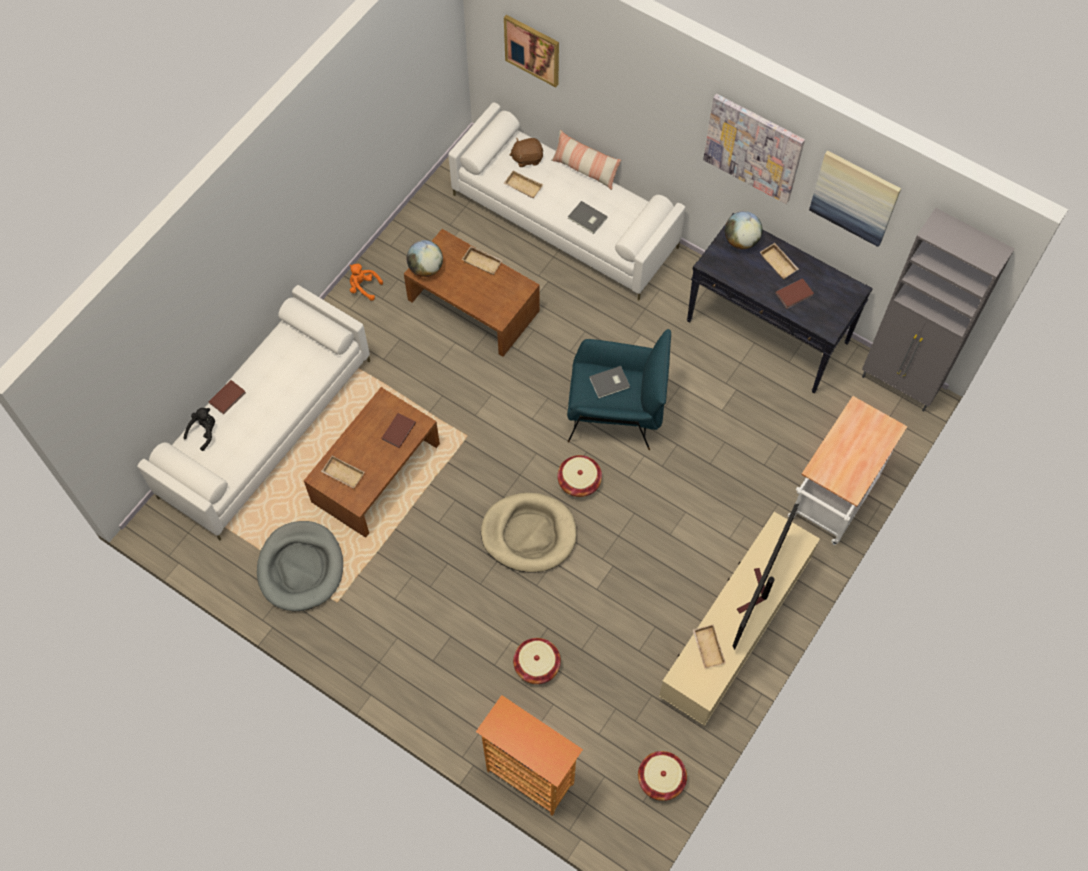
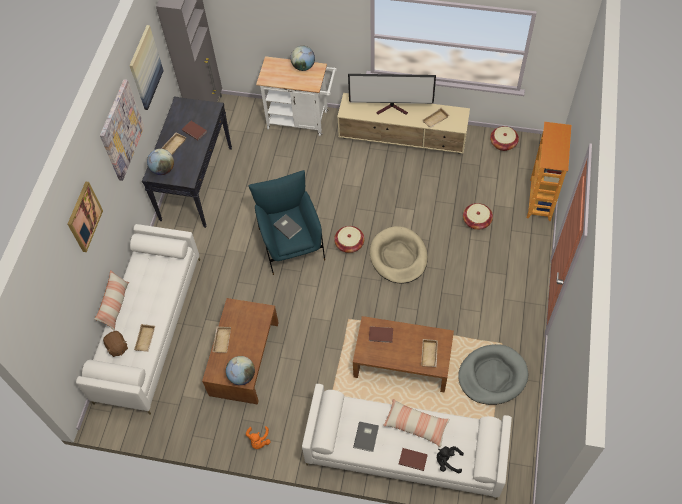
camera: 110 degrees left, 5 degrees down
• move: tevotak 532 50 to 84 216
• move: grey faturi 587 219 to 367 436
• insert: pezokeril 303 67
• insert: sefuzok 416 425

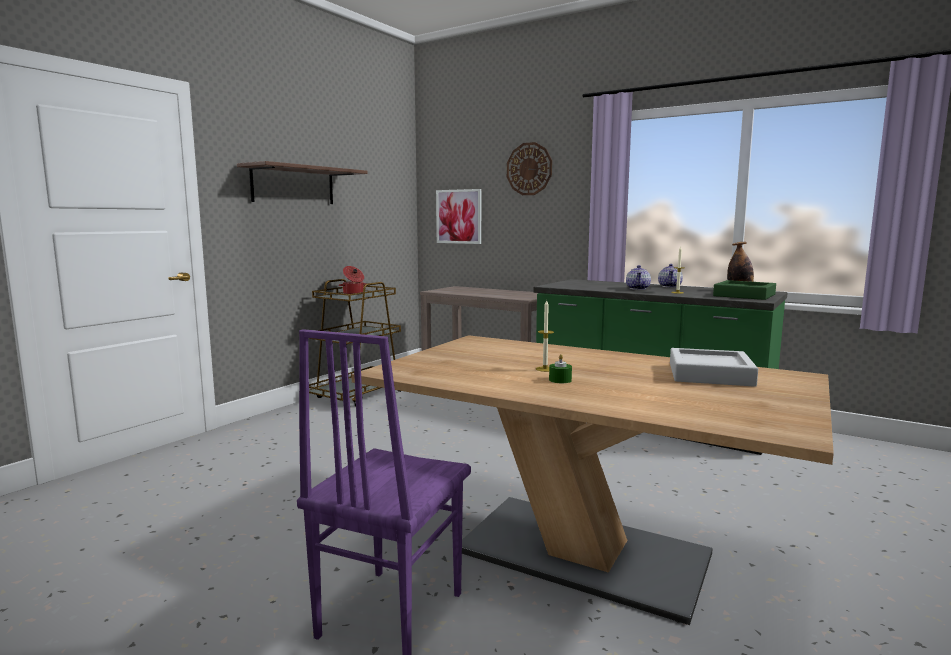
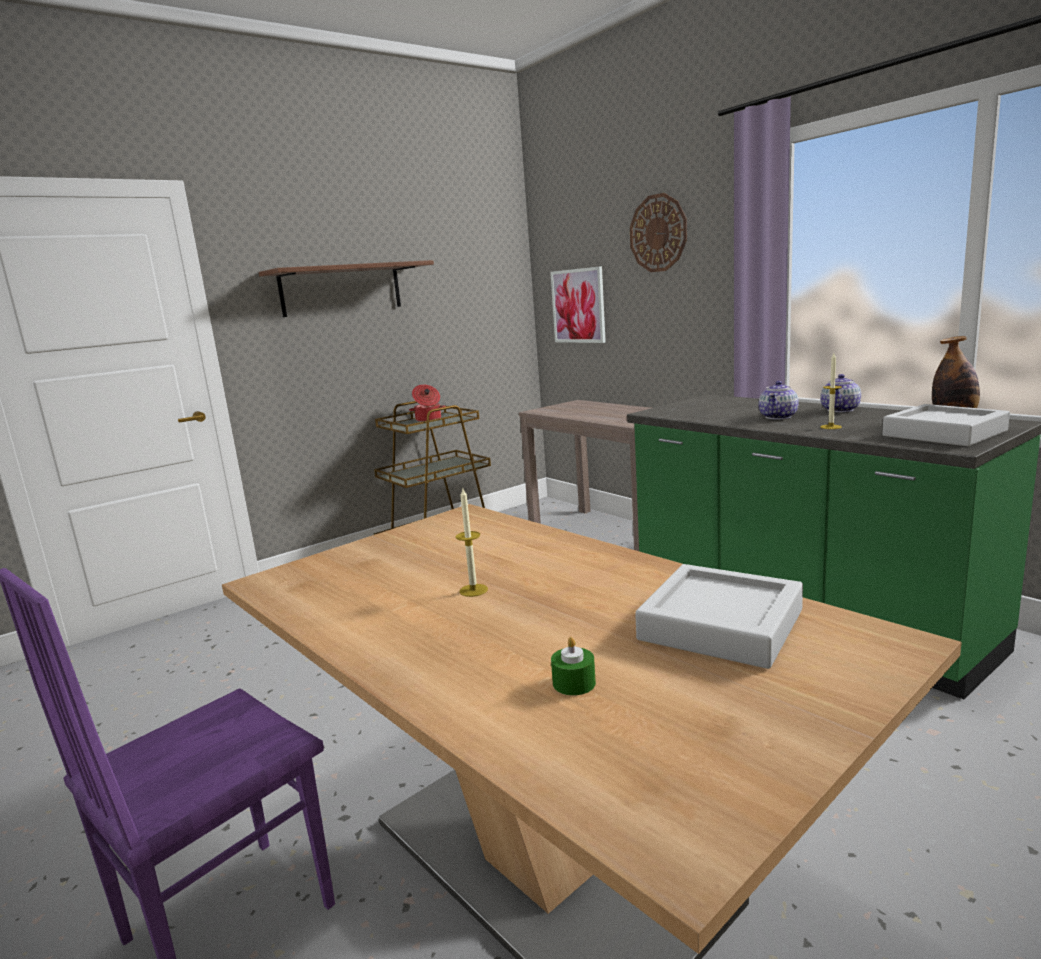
camera: 20 degrees right, 5 degrees up
• move: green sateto 560 380 to 574 683
• recolor: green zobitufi 744 295 to grey zobitufi 944 433

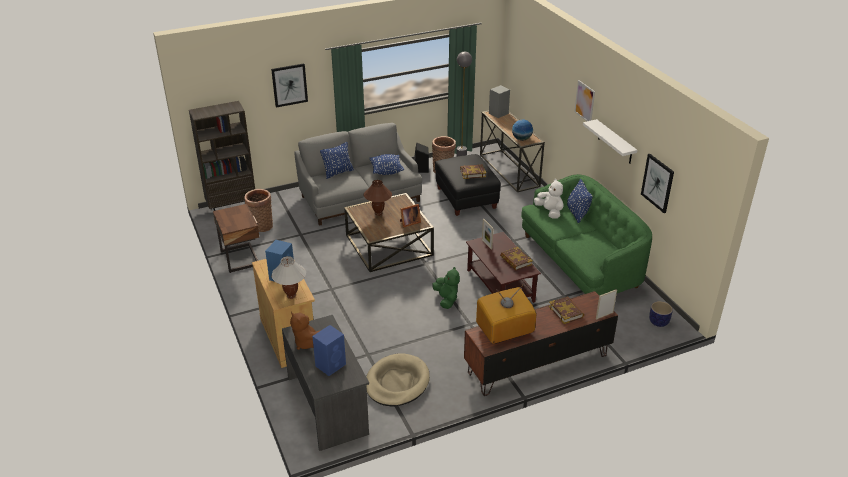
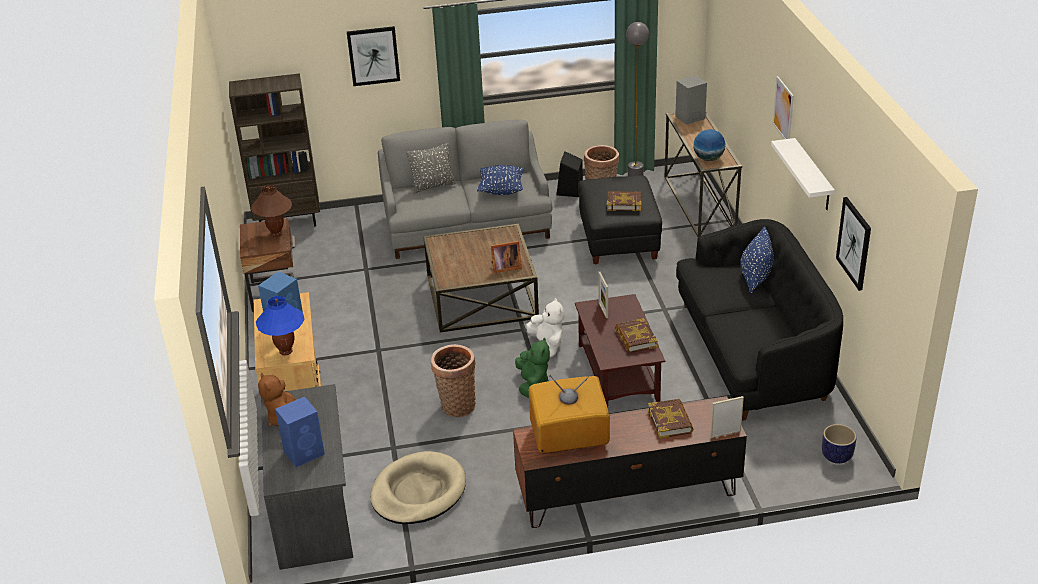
camera: 15 degrees right, 0 degrees up
• move: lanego 261 226 to 456 405
• recolor: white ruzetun 291 296 to blue ruzetun 286 351
• recolor: blue sefuzok 338 172 to grey sefuzok 433 186
• move: brown ruzetun 378 213 to 276 234
• recolor: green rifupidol 581 263 to black rifupidol 753 353
• move: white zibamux 549 212 to 547 345

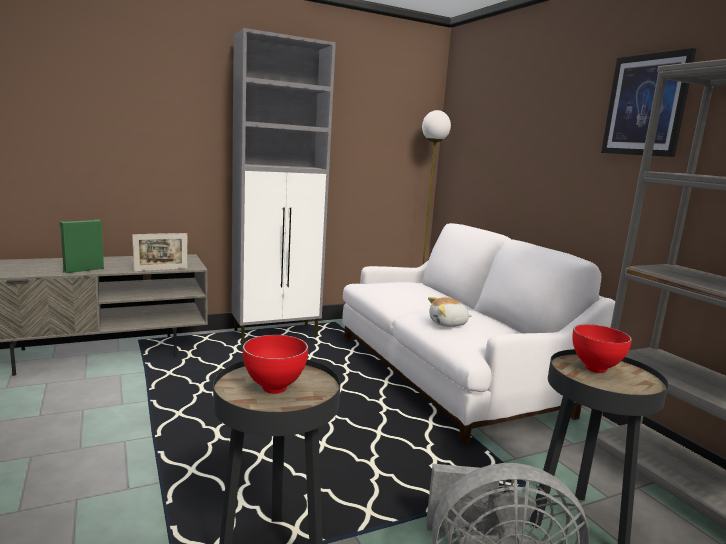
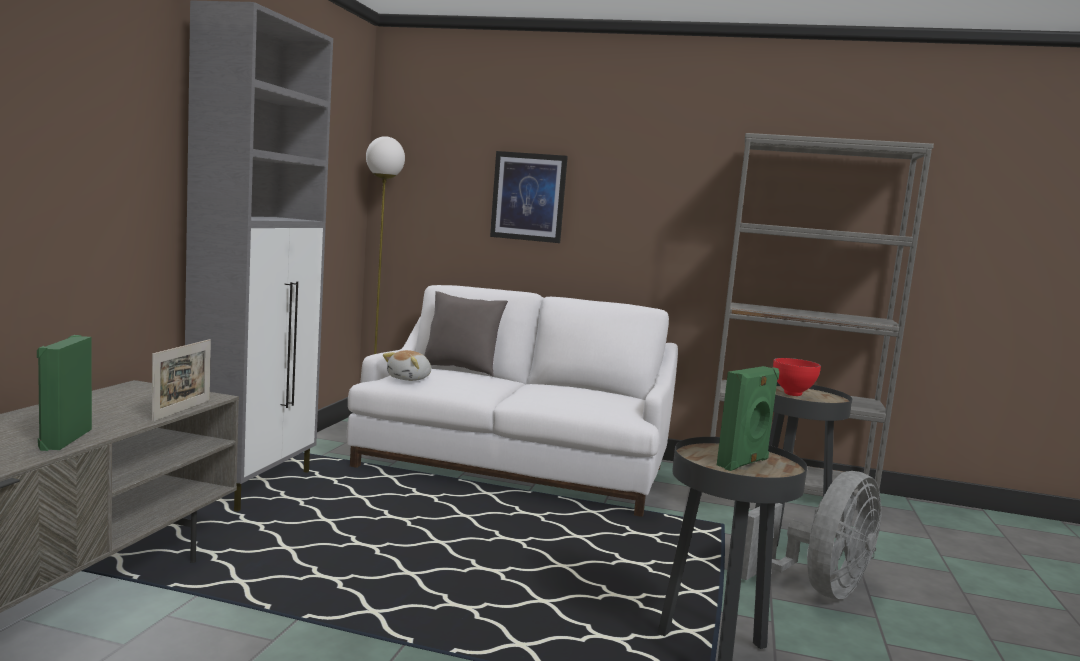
camera: 50 degrees left, 5 degrees down
• replace: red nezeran 276 389 to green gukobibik 744 463
• move: zibamux 448 324 to 410 378
• move: tevotak 646 105 to 528 197
• insert: grey sefuzok 461 369

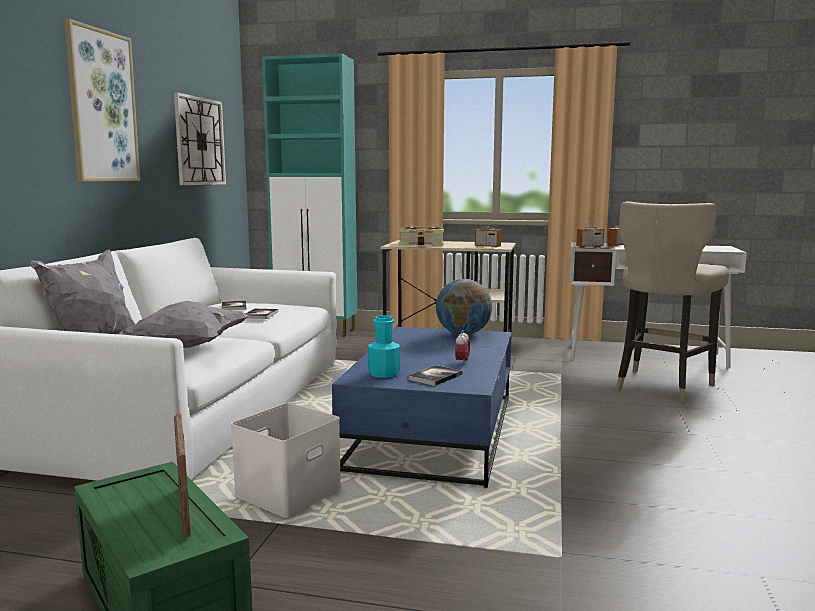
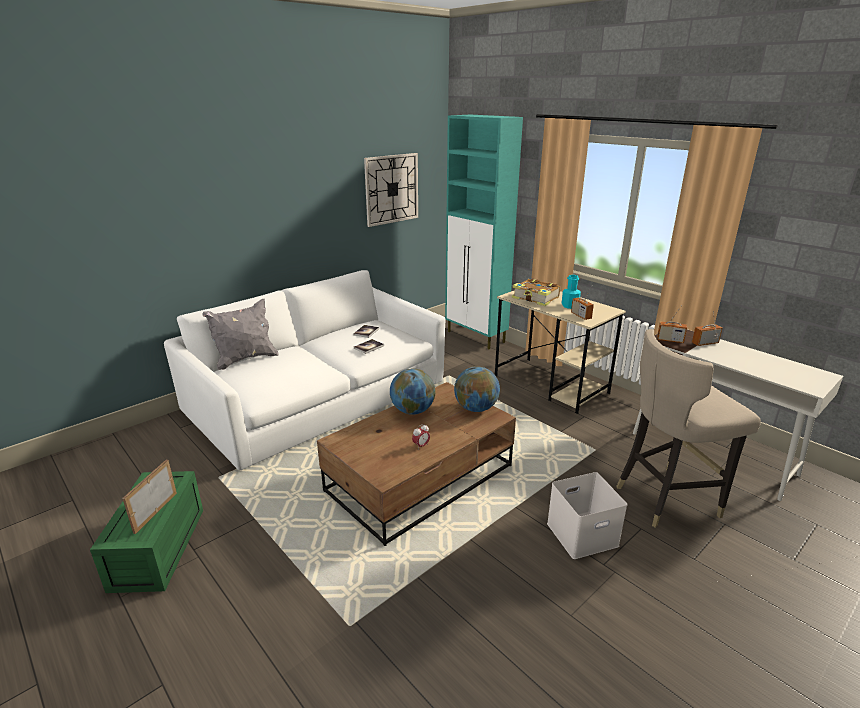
camera: 35 degrees right, 15 degrees up
• delete: tevotak 102 106
• delete: grey sefuzok 187 347
• move: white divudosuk 288 492 to 582 533
• recolor: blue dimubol 433 431 to brown dimubol 420 477
• move: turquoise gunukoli 384 373 to 570 306
• delete: faturi 435 377
• insert: pezokeril 412 411

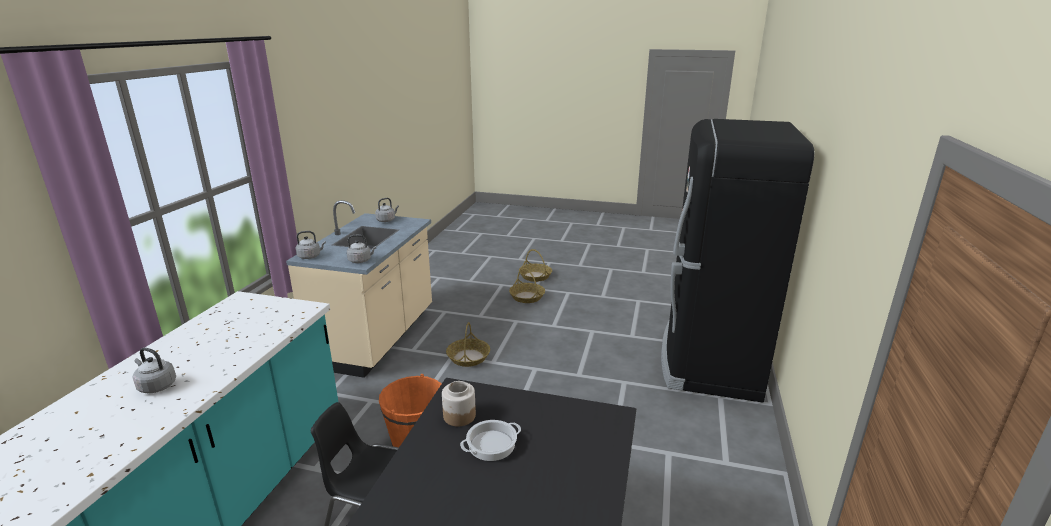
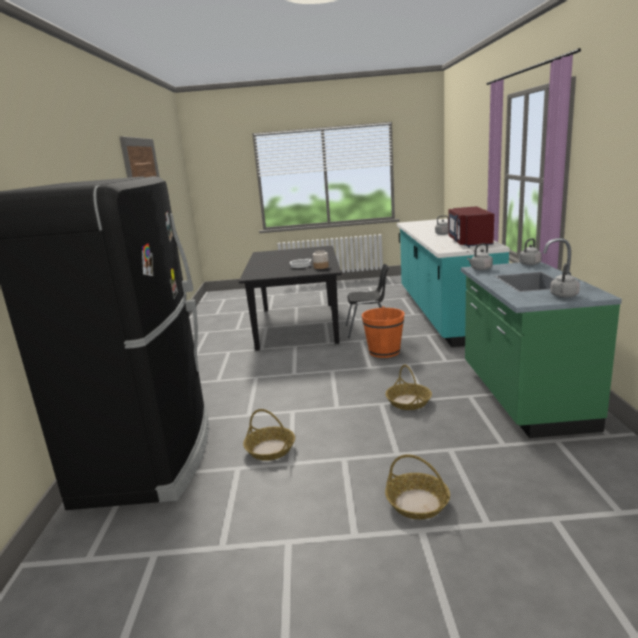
camera: 165 degrees right, 5 degrees down
• recolor: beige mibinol 377 338 to green mibinol 522 397
• move: lanego 535 276 to 270 449
• insert: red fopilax 469 242

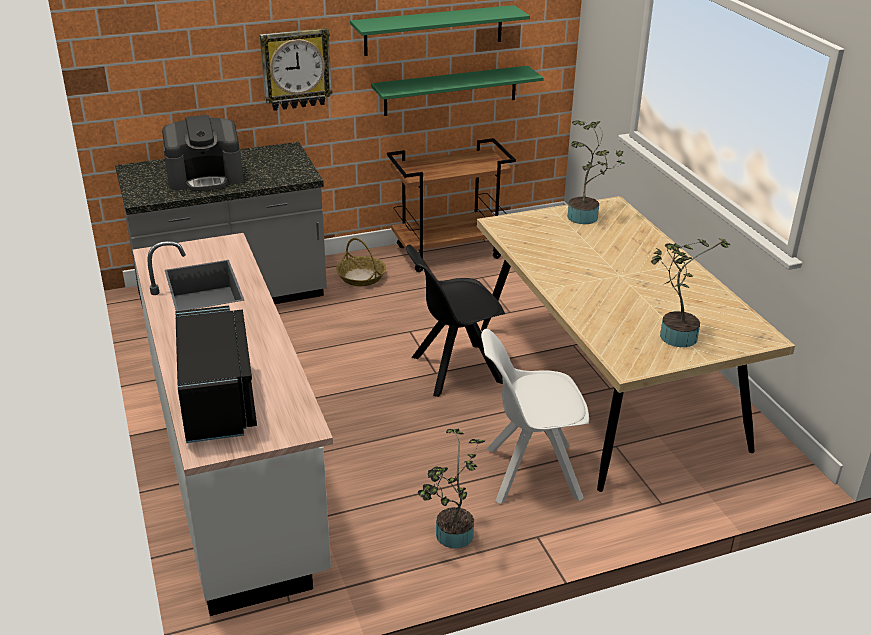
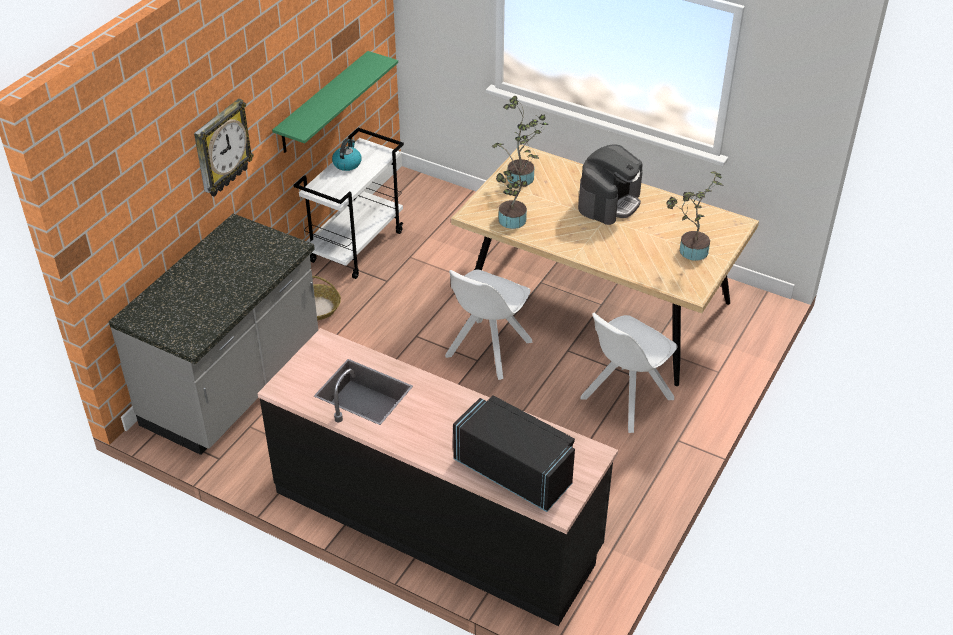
camera: 40 degrees left, 10 degrees up
• recolor: white mibinol 236 467 to black mibinol 437 520
• move: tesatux 205 177 to 609 202
• delete: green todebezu 433 30
• recolor: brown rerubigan 449 252 to white rerubigan 356 246
• recolor: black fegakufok 454 370 to white fegakufok 487 350
• move: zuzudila 451 537 to 512 222
• insert: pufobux 347 163

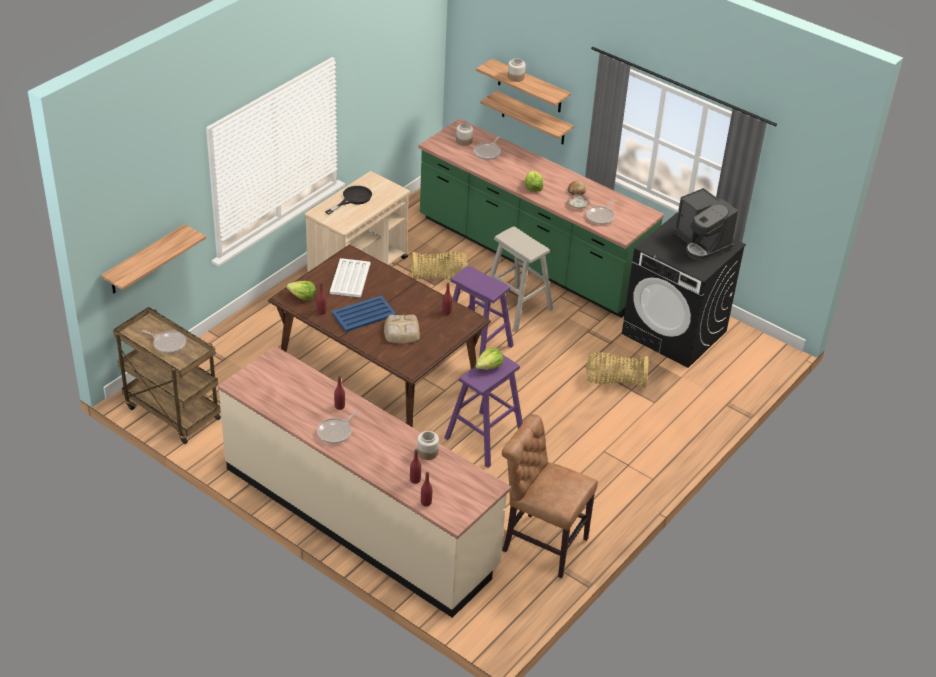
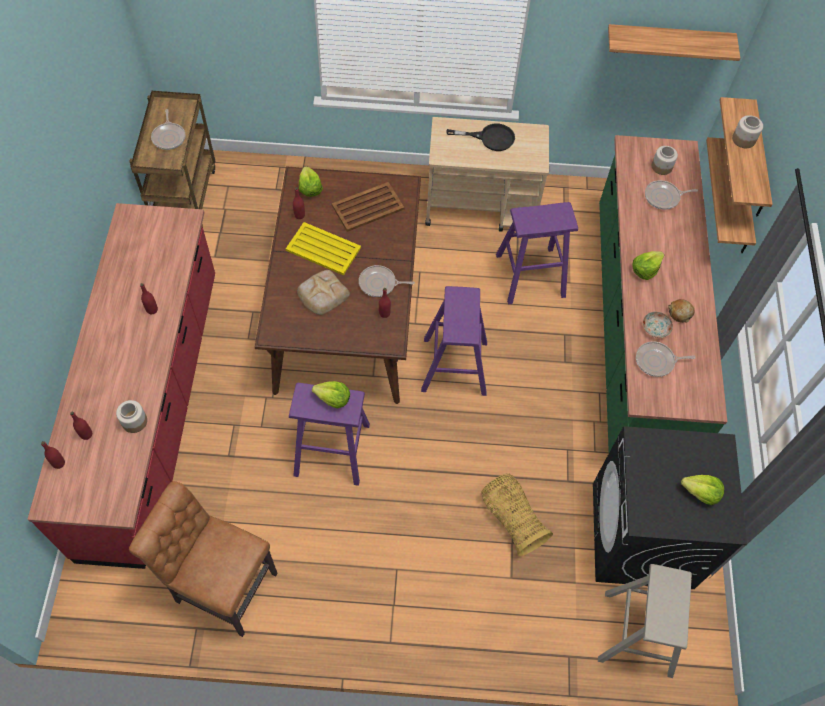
camera: 55 degrees right, 20 degrees up
• move: todebezu 145 260 to 668 42
• recolor: beige mibinol 360 517 to red mibinol 153 411
• move: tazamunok 336 432 to 379 284
• recolor: white zobitufi 350 279 to brown zobitufi 367 207
• recolor: blue zobitufi 363 314 to yellow zobitufi 323 249
• replace: lanego 439 277 to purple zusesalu 530 275
• move: beige zusesalu 516 308 to 638 634
• rotate: brown fegakufok 541 543 = 222 585 60 degrees counterclockwise
• replace: tesatux 701 243 to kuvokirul 700 493

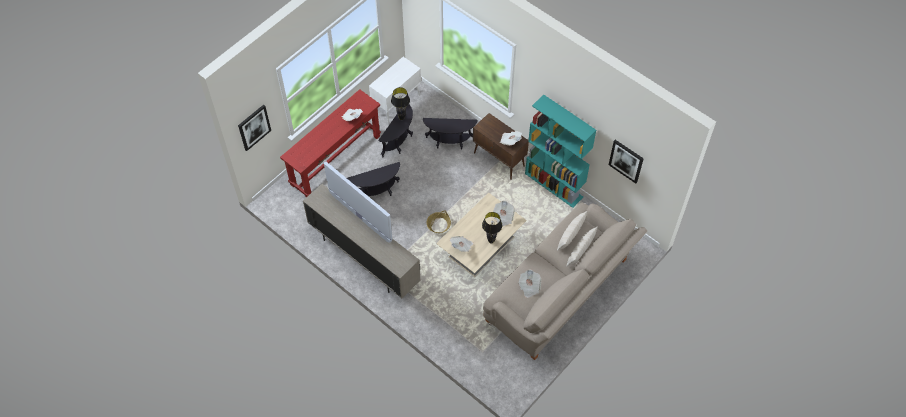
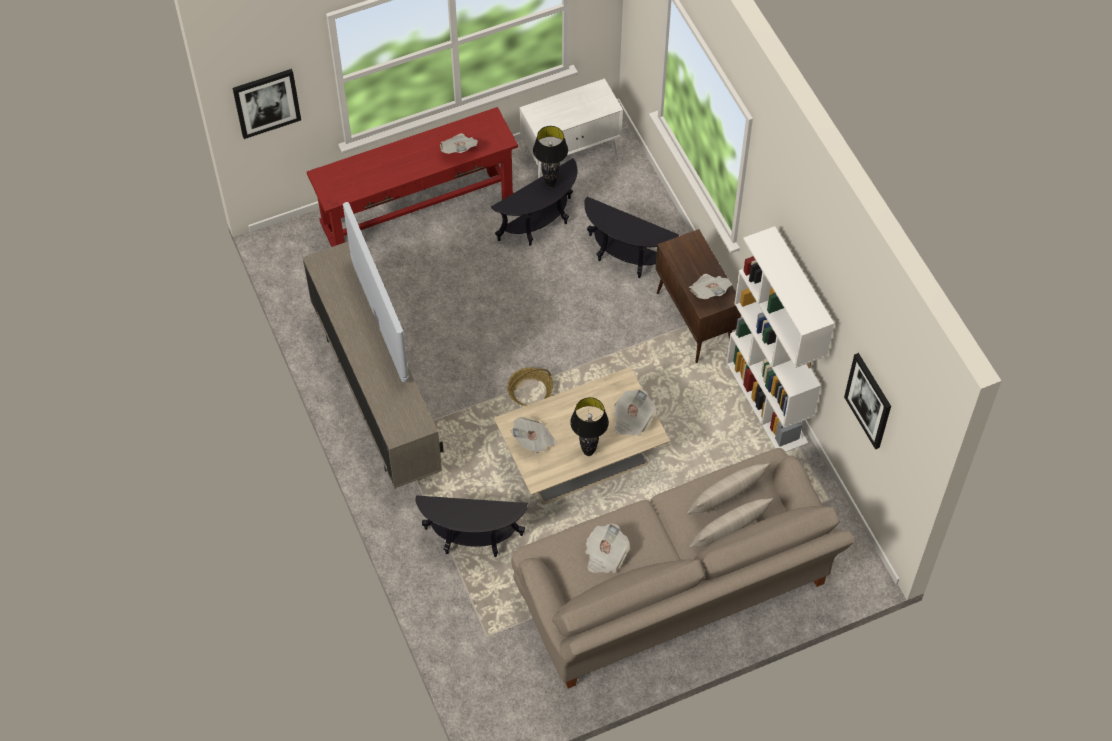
camera: 25 degrees right, 0 degrees up
• move: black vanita 376 193 to 472 542
• recolor: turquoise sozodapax 554 185 to white sozodapax 767 403

